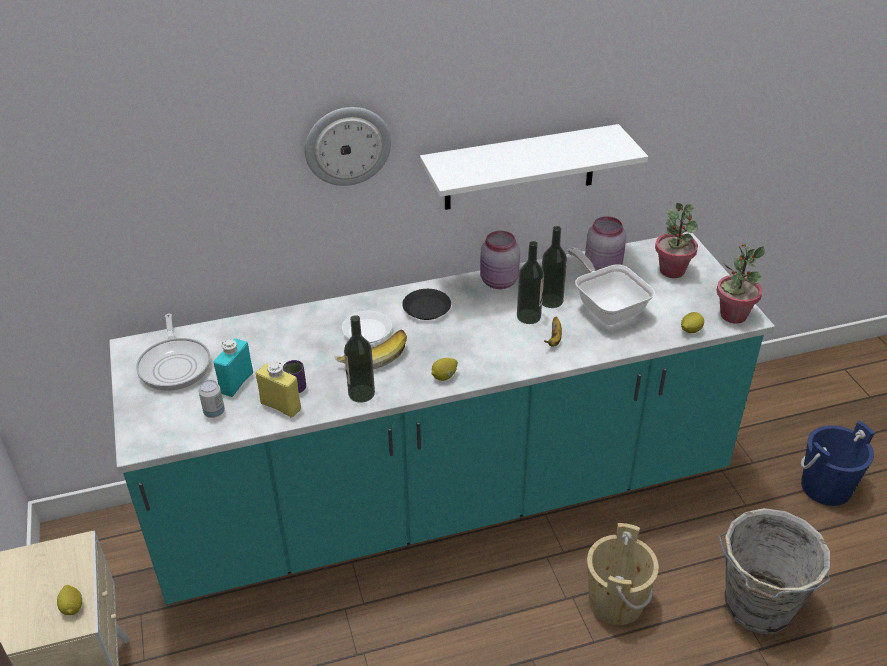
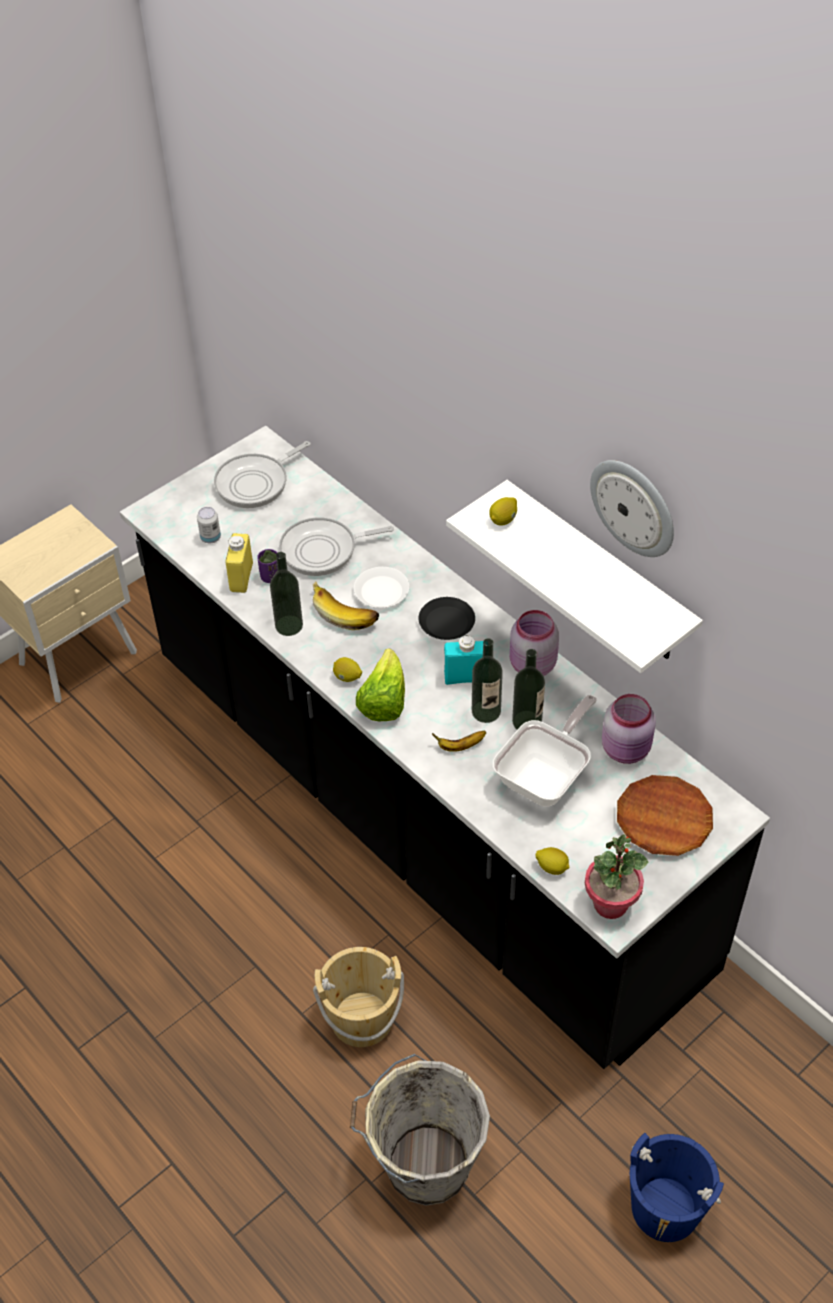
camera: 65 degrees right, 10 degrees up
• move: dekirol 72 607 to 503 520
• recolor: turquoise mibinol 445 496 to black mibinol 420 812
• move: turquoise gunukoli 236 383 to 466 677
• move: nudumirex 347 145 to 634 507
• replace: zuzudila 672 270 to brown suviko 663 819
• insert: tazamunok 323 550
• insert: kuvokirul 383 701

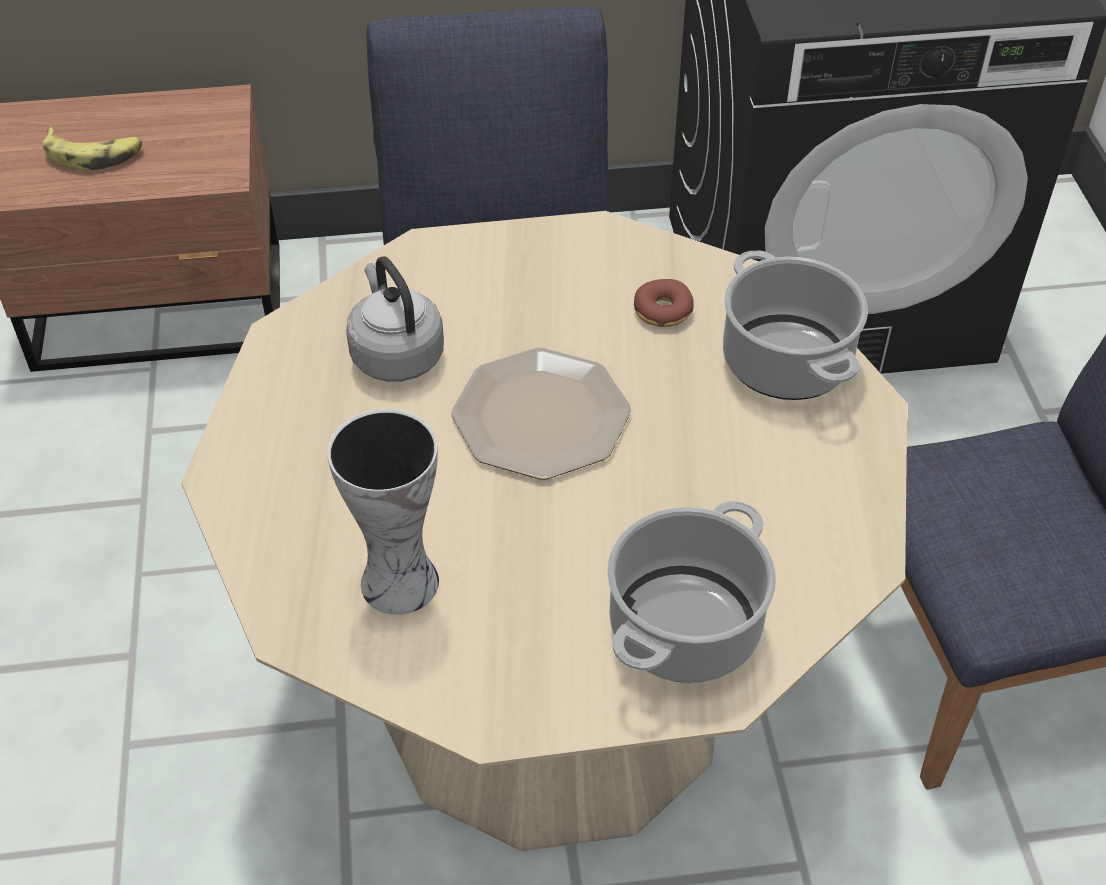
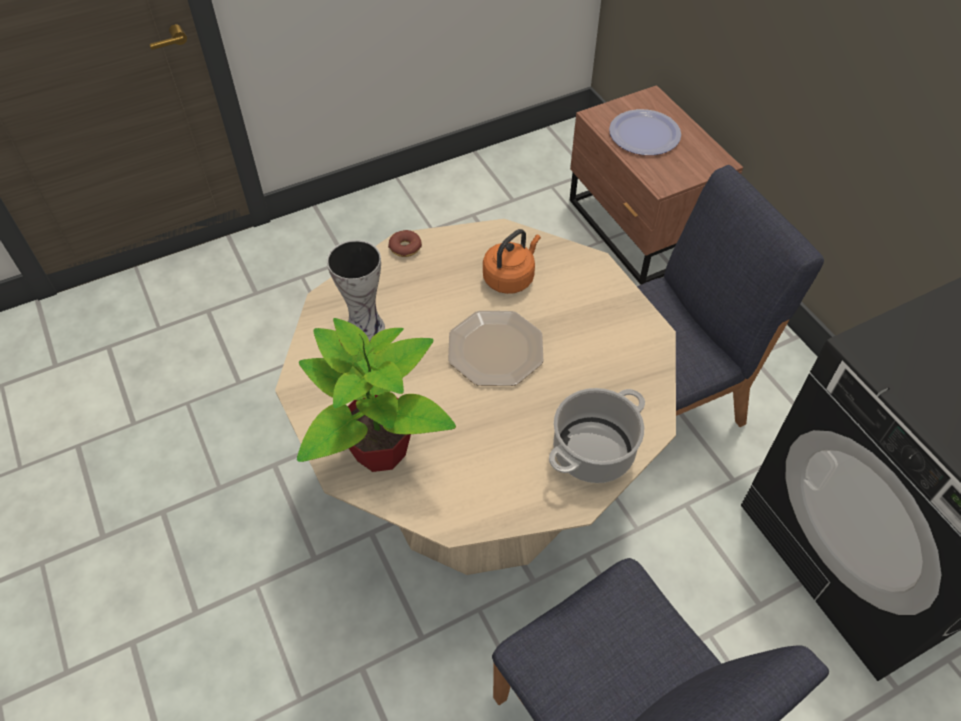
camera: 70 degrees right, 5 degrees up
• replace: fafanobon 94 155 to suviko 644 134
• recolor: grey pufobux 395 354 to orange pufobux 510 278
• replace: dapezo 685 625 to zuzudila 379 449
• move: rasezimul 663 311 to 405 247

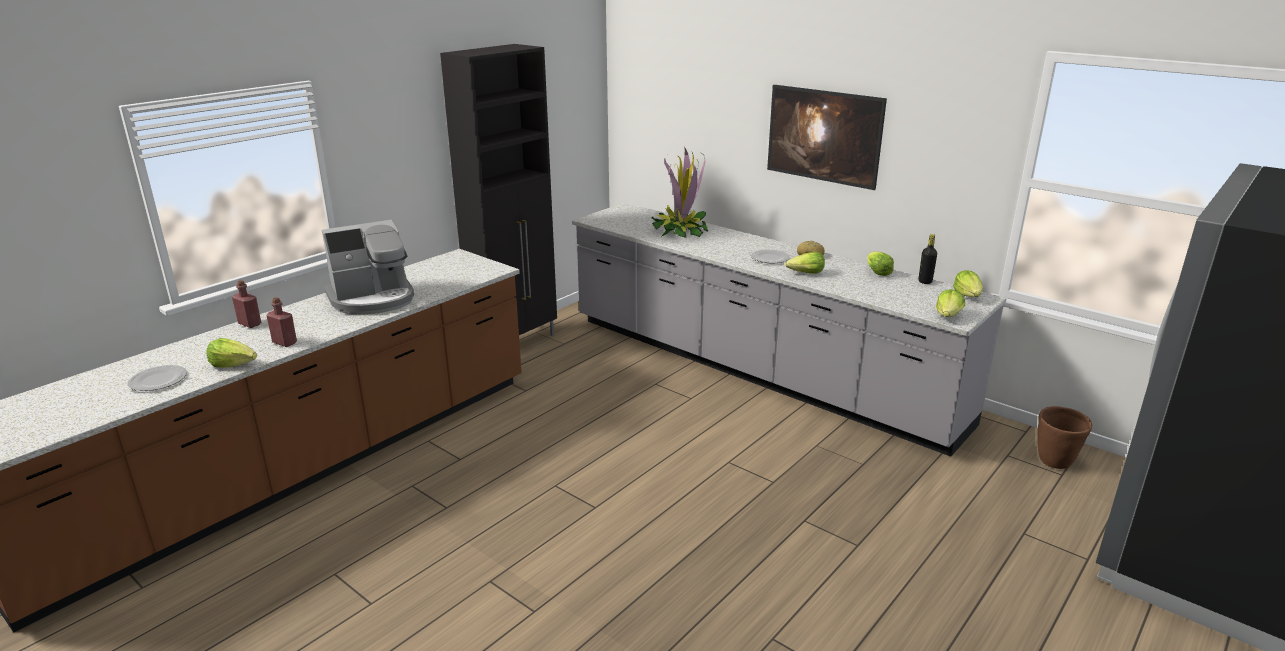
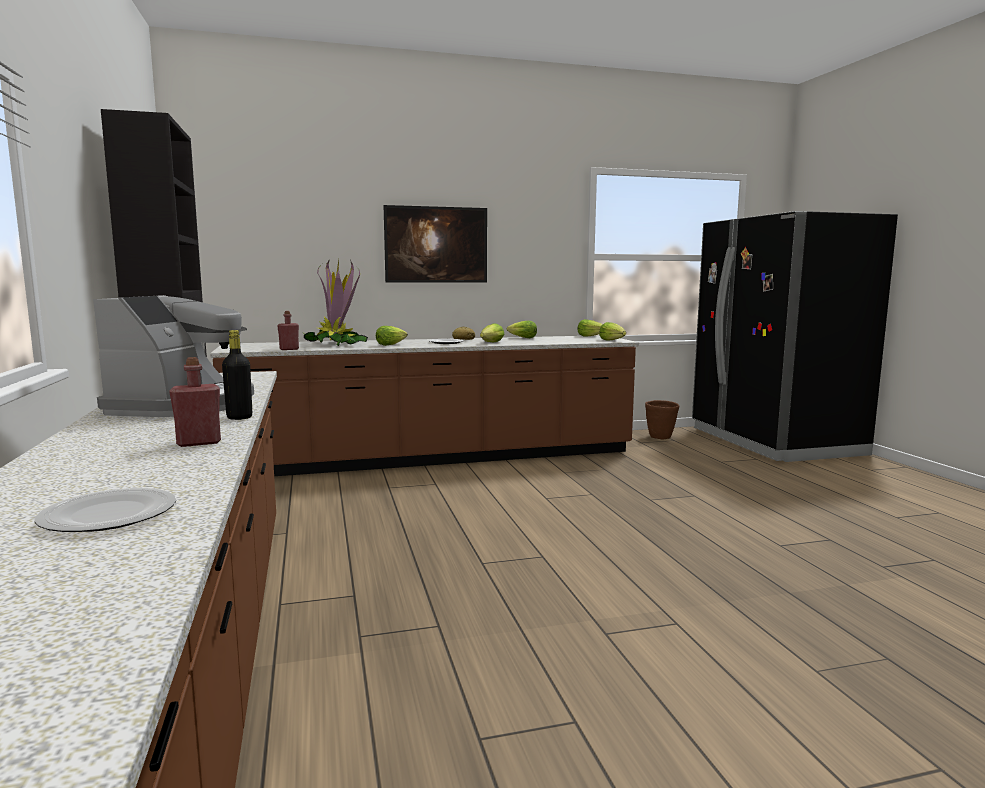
camera: 55 degrees left, 15 degrees down
• move: kuvokirul 234 365 to 390 344
• move: red gunukoli 250 324 to 289 349
• recolor: grey mibinol 755 370 to brown mibinol 436 458
• move: black gunukoli 925 281 to 239 417

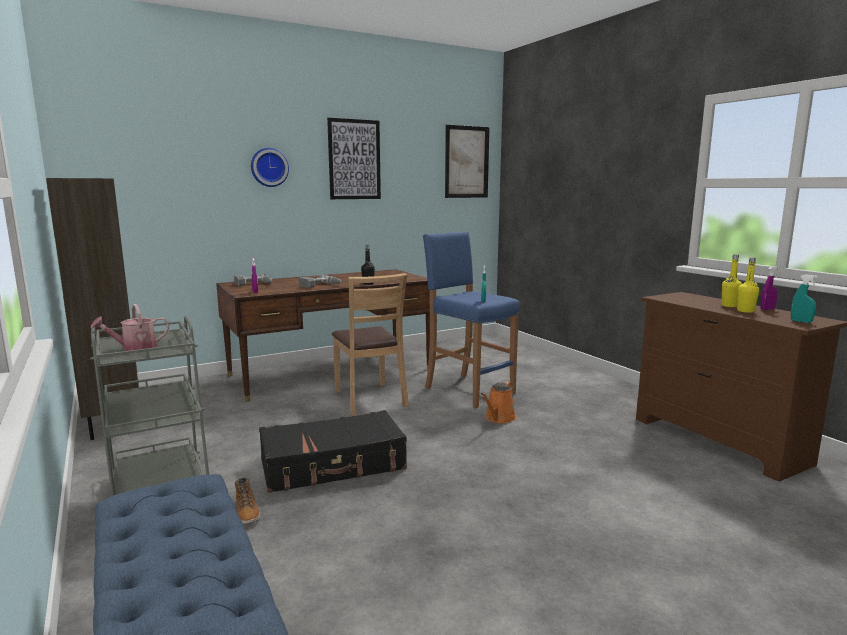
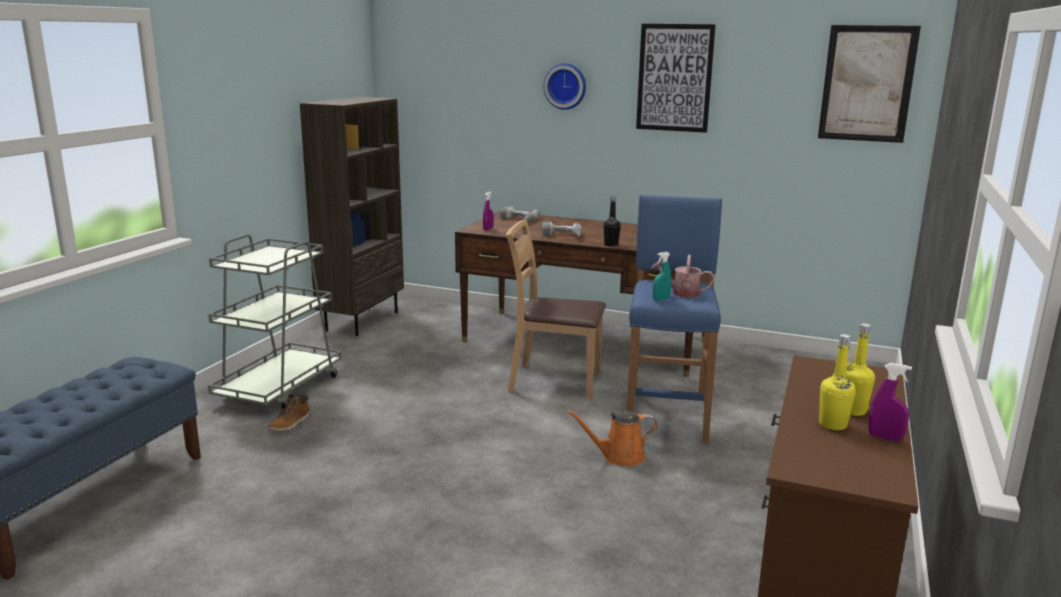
camera: 50 degrees right, 5 degrees up
• move: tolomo 134 348 to 681 293
• delete: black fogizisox 333 465
• rotate: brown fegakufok 370 399 = 553 381 75 degrees clockwise
• delete: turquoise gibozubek 801 321

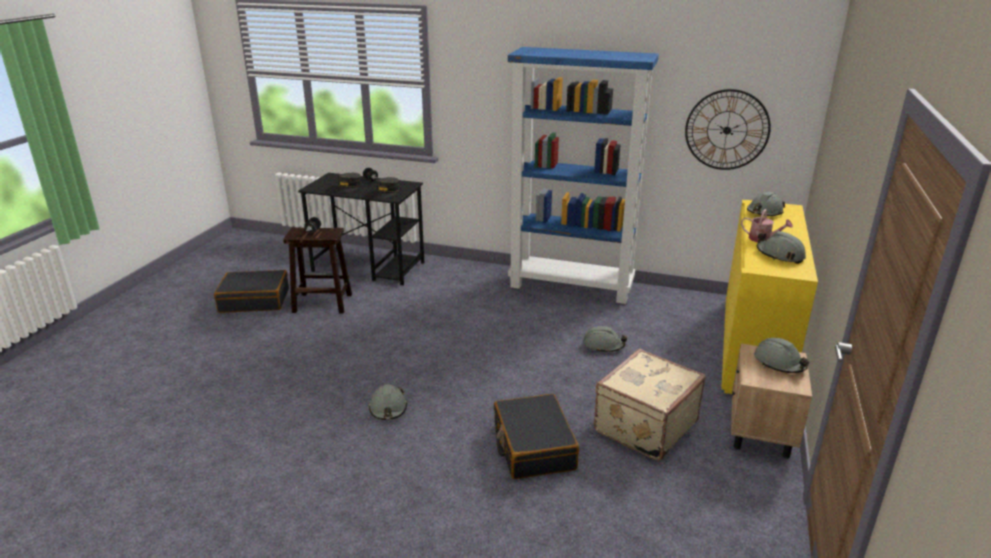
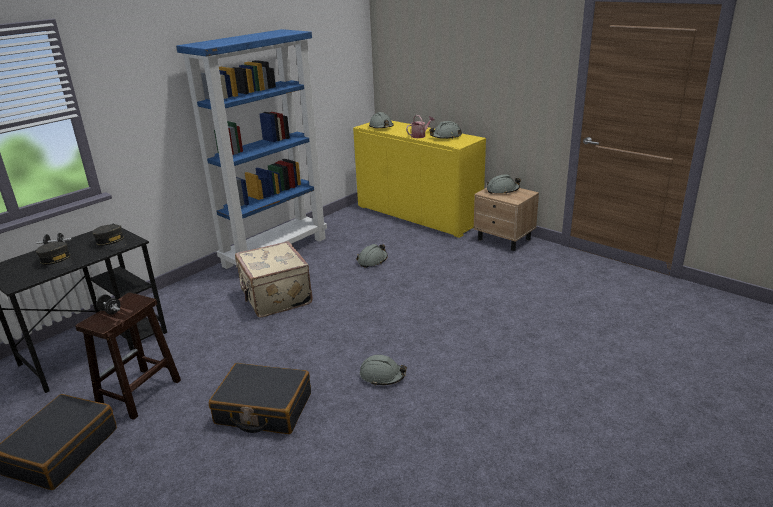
camera: 65 degrees left, 0 degrees up
• move: black fogizisox 533 447 to 263 409
• move: beige fogizisox 643 426 to 275 298
• delete: nudumirex 727 130

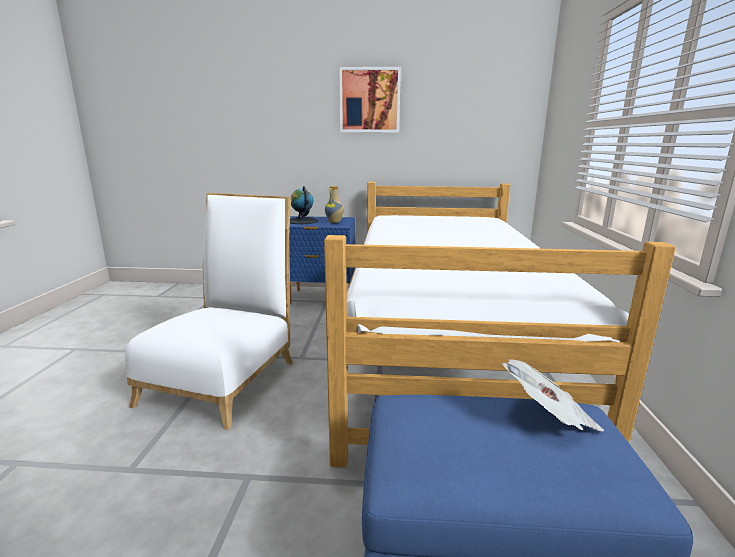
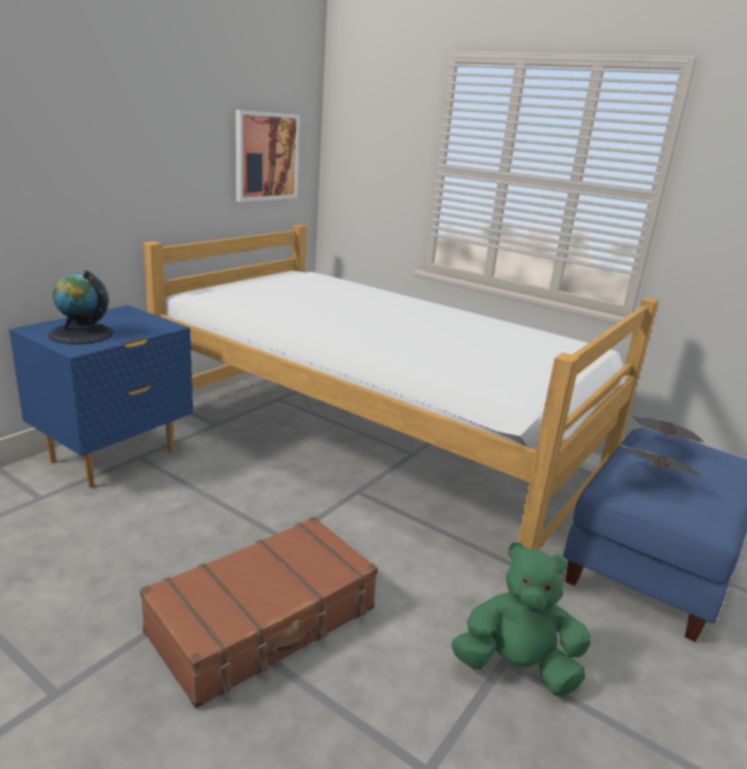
camera: 60 degrees left, 5 degrees up
• replace: white fegakufok 225 377 to brown fogizisox 265 621
• delete: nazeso 335 222
• move: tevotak 369 100 to 266 156
• insert: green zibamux 516 667
• insert: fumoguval 654 479

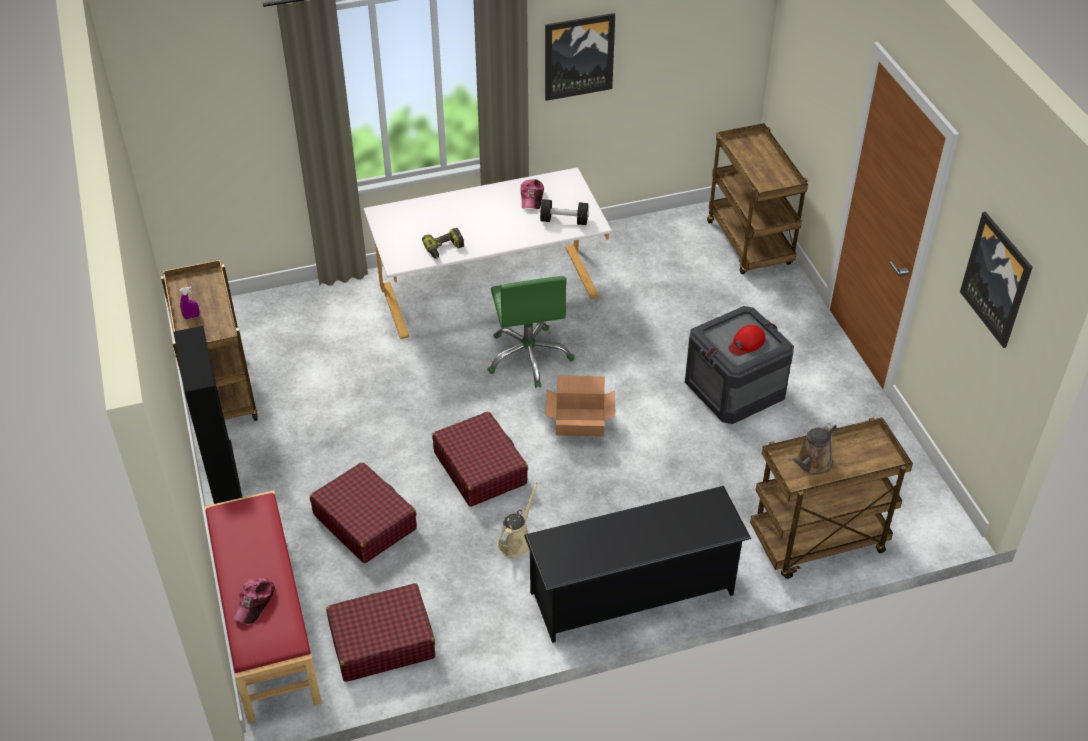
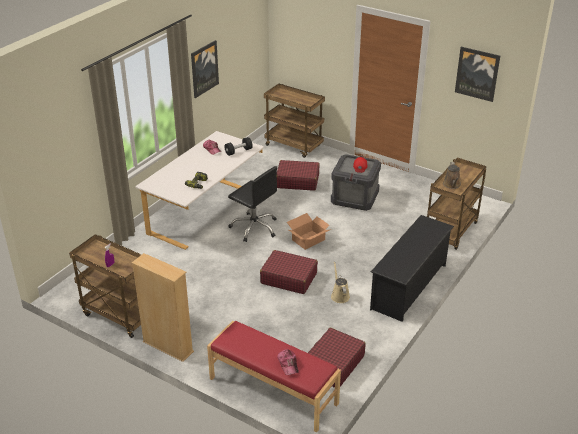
camera: 40 degrees left, 10 degrees down
• recolor: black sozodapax 222 473 to beige sozodapax 168 347
• move: red fogizisox 365 521 to 297 181
• recolor: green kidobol 529 356 to black kidobol 254 227

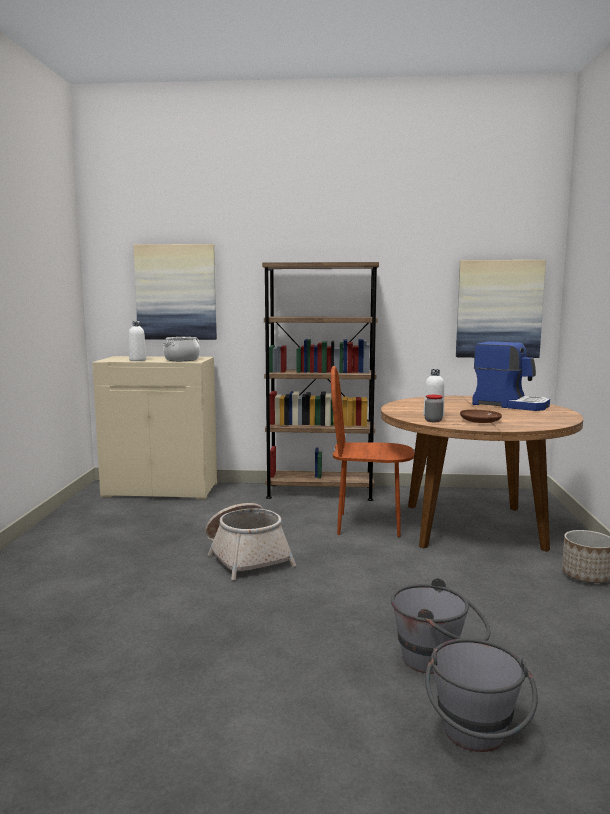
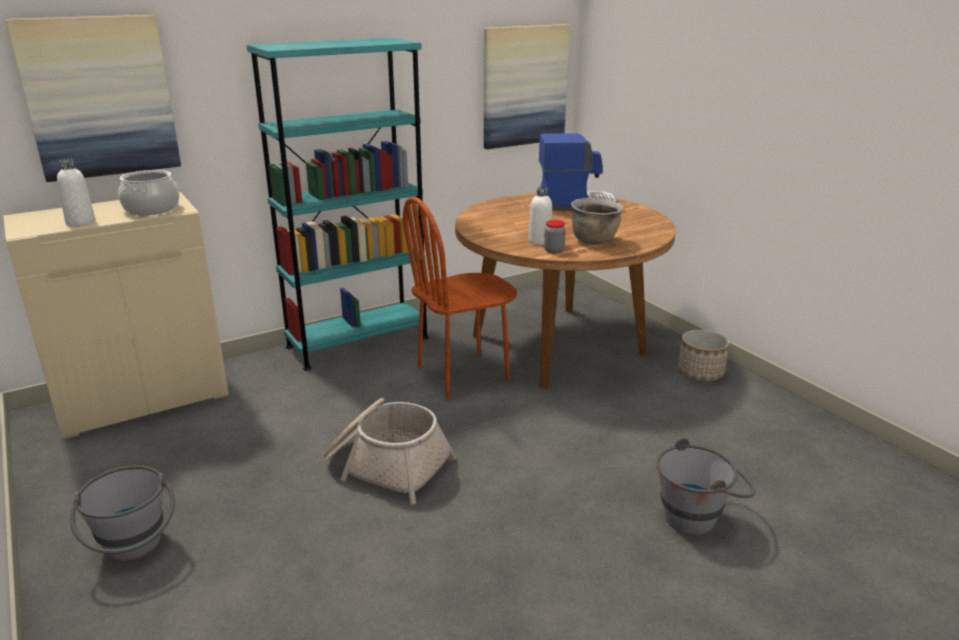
camera: 35 degrees left, 15 degrees up
• recolor: brown sozodapax 320 492 to turquoise sozodapax 358 342
• move: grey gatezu 475 740 to 134 550
• replace: brown suviko 480 421 to brown dapezo 594 241

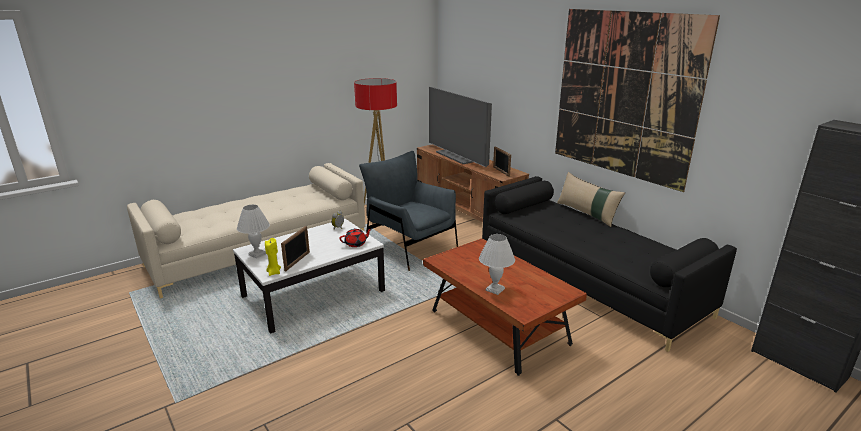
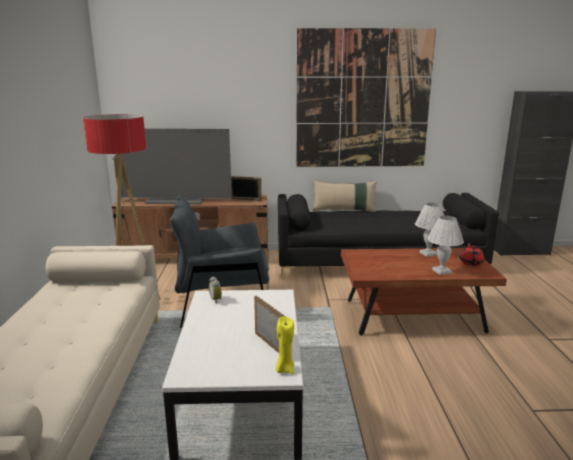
camera: 55 degrees left, 5 degrees down
• move: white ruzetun 258 254 to 428 253
• move: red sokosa 356 244 to 471 262

